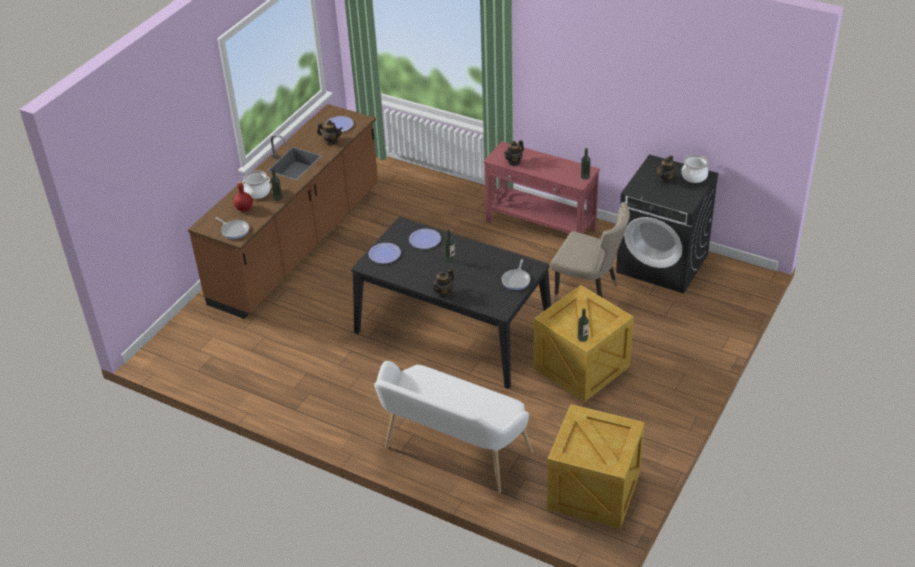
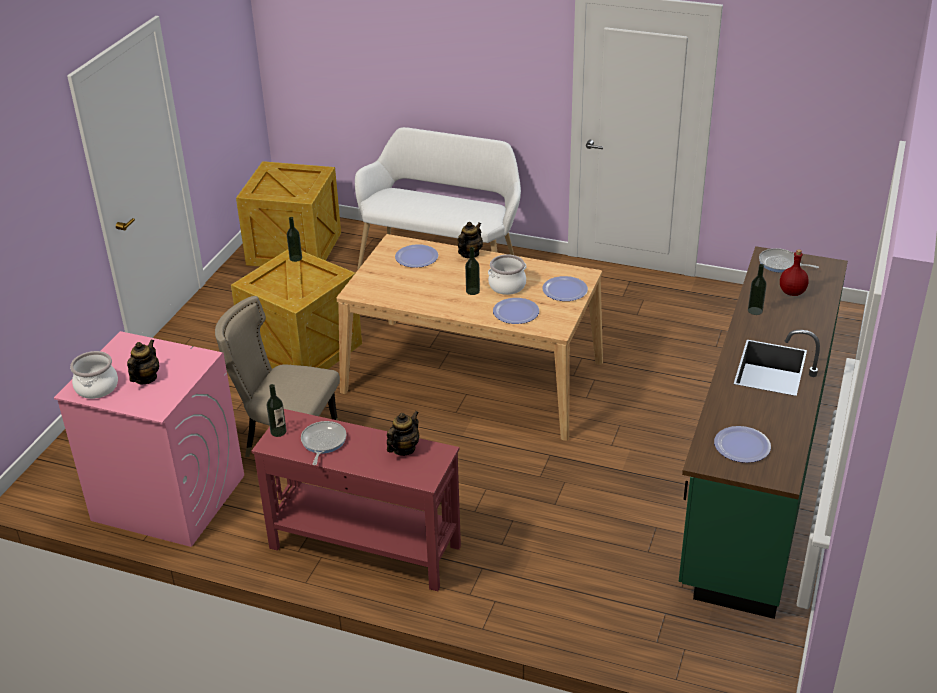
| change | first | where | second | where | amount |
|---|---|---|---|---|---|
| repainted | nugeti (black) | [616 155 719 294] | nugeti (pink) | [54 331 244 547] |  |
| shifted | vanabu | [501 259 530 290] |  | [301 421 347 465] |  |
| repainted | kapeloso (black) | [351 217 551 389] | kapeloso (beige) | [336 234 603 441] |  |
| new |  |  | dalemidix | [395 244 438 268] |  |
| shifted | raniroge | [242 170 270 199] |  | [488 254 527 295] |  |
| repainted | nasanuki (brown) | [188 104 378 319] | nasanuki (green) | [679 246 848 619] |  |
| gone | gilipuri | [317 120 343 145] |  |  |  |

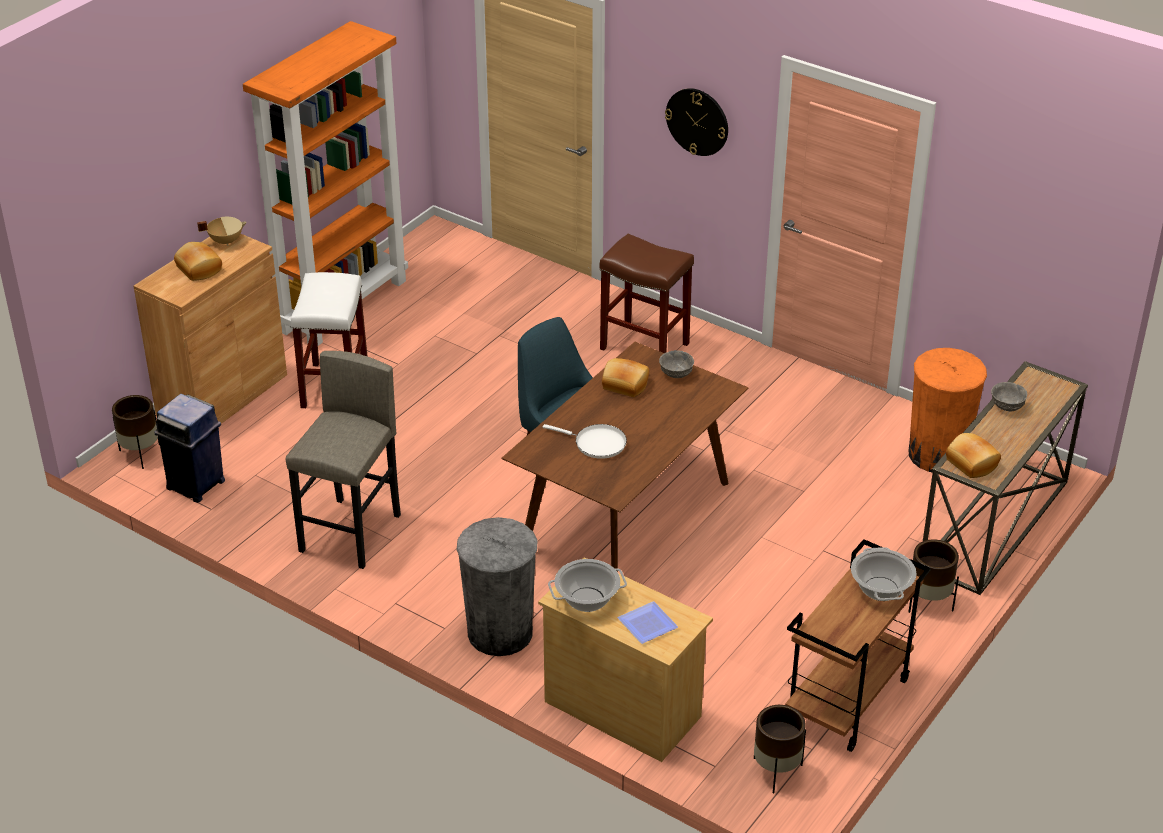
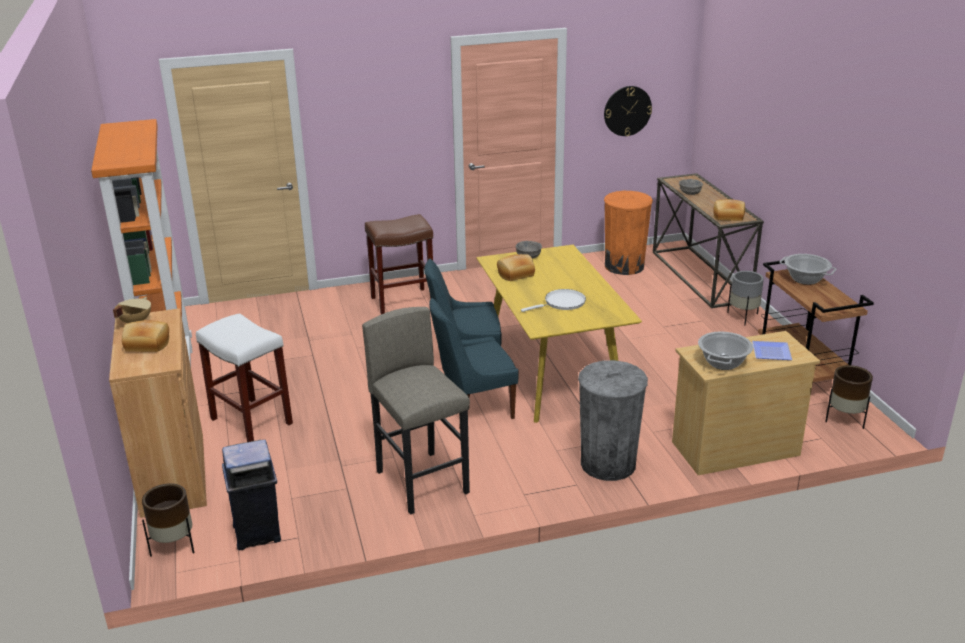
| change | first | where | second | where | amount |
|---|---|---|---|---|---|
| new |  |  | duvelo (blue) | [429 298 519 429] |  |
| repainted | kapeloso (brown) | [502 342 749 572] | kapeloso (yellow) | [476 245 642 423] |  |
| shifted | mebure | [665 88 728 156] |  | [604 86 652 136] |  |
| repainted | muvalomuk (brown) | [908 539 959 613] | muvalomuk (grey) | [727 271 764 325] |  |

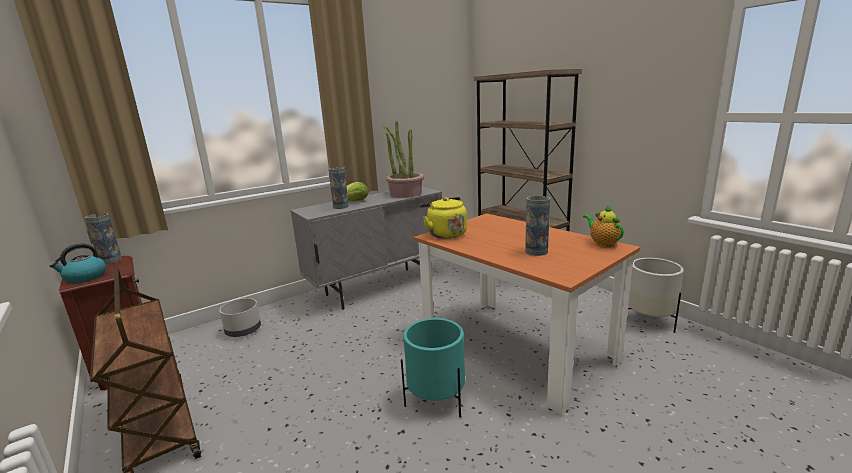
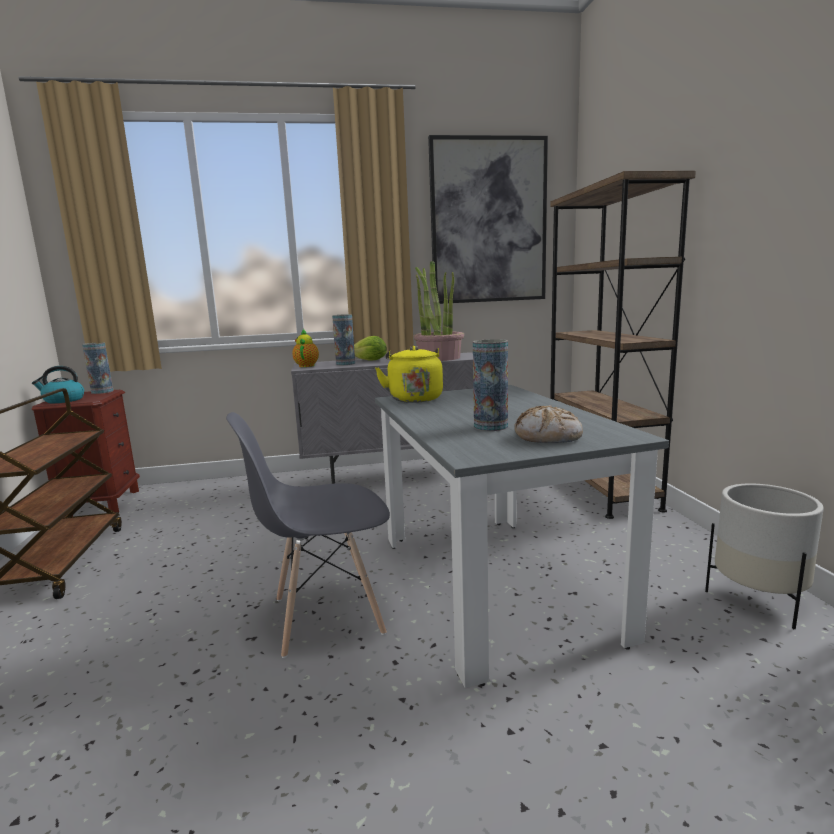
| change | first | where | second | where | amount |
|---|---|---|---|---|---|
| swapped | muvalomuk (turquoise) | [401 318 465 417] | duvelo (grey) | [226 412 390 658] |  |
| shifted | gilipuri | [583 205 624 247] |  | [292 329 319 367] |  |
| repainted | kapeloso (orange) | [414 213 640 415] | kapeloso (grey) | [375 385 669 688] |  |
| new |  |  | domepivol | [428 135 548 304] |  |
| new |  |  | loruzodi | [514 405 583 443] |  |
| gone | muvalomuk (grey) | [220 298 261 337] |  |  |  |

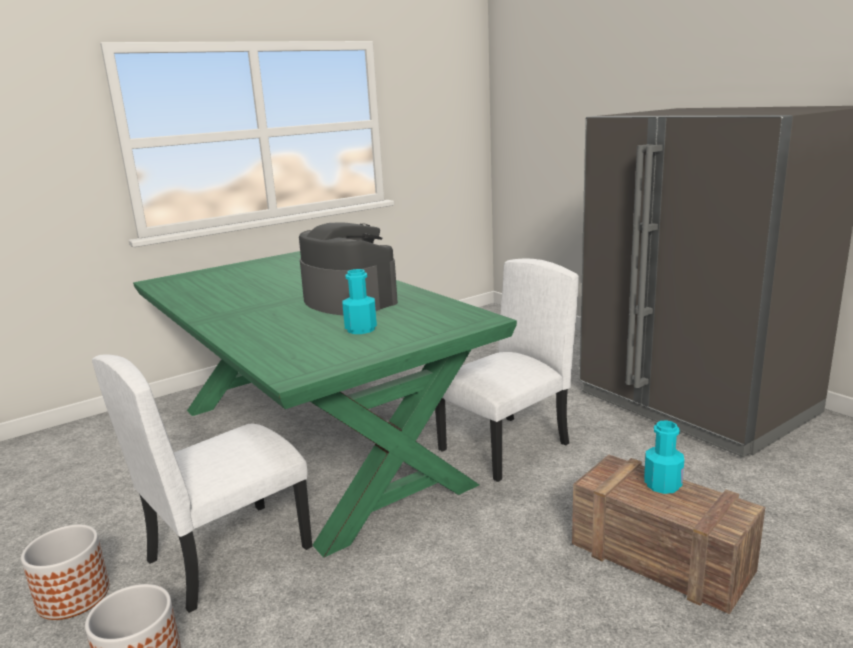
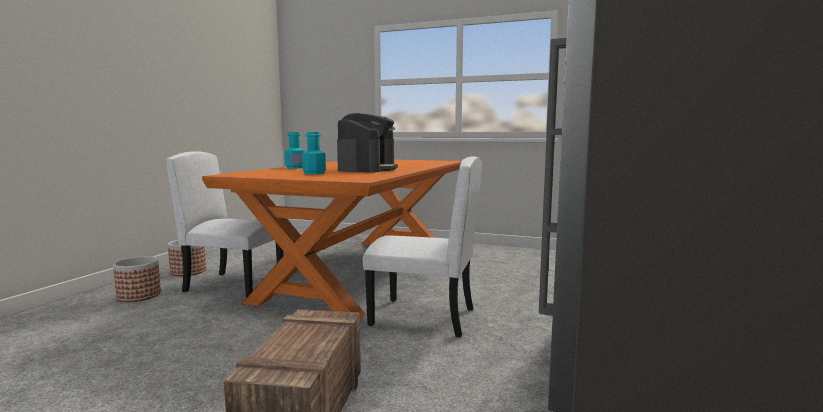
| change | first | where | second | where | amount |
|---|---|---|---|---|---|
| repainted | kapeloso (green) | [133 251 517 558] | kapeloso (orange) | [202 160 461 320] |  |
| shifted | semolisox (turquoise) | [644 420 684 494] |  | [285 132 305 169] |  |

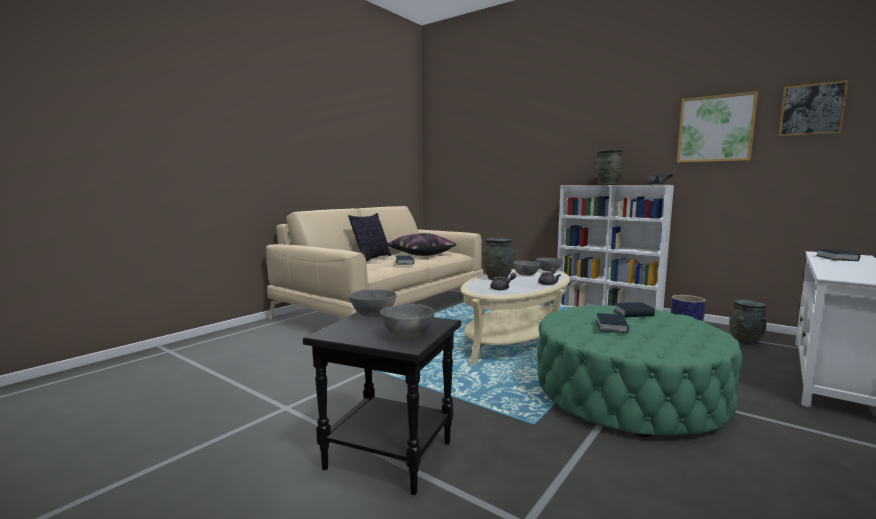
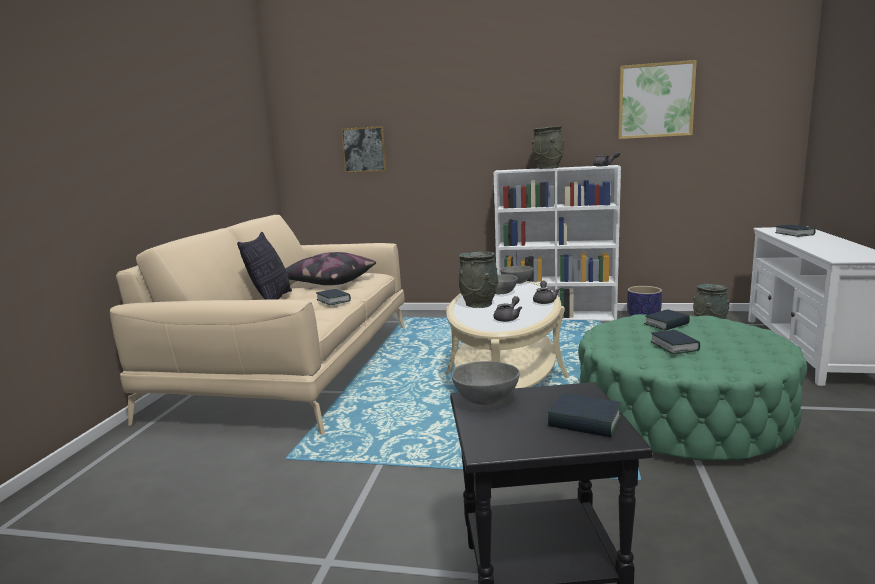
| change | first | where | second | where | amount |
|---|---|---|---|---|---|
| shifted | domepivol | [779 80 849 136] |  | [341 126 387 173] |  |
| swapped | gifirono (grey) | [380 304 435 338] | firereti | [548 393 622 438] |  |

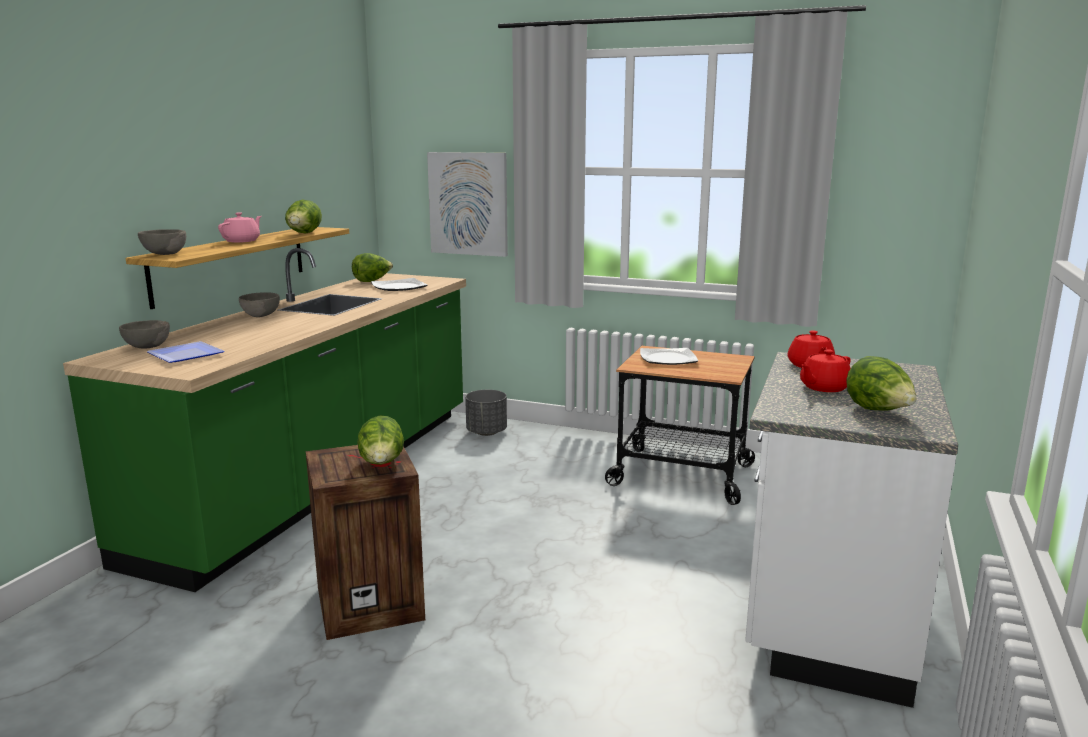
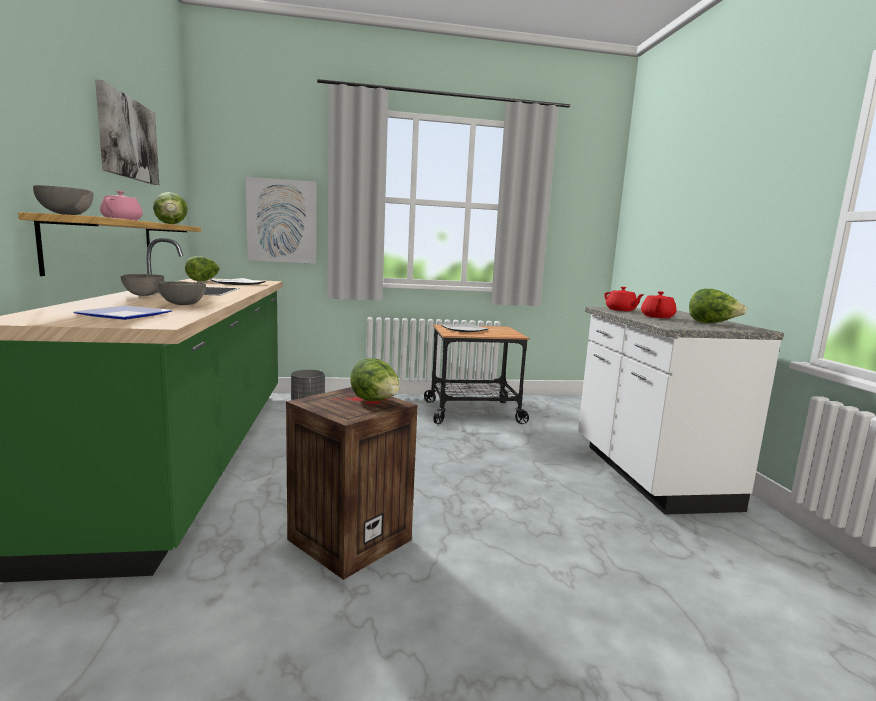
| change | first | where | second | where | amount |
|---|---|---|---|---|---|
| new |  |  | domepivol | [95 79 159 185] |  |
| shifted | gifirono (grey) | [119 320 170 349] |  | [158 281 206 305] |  |

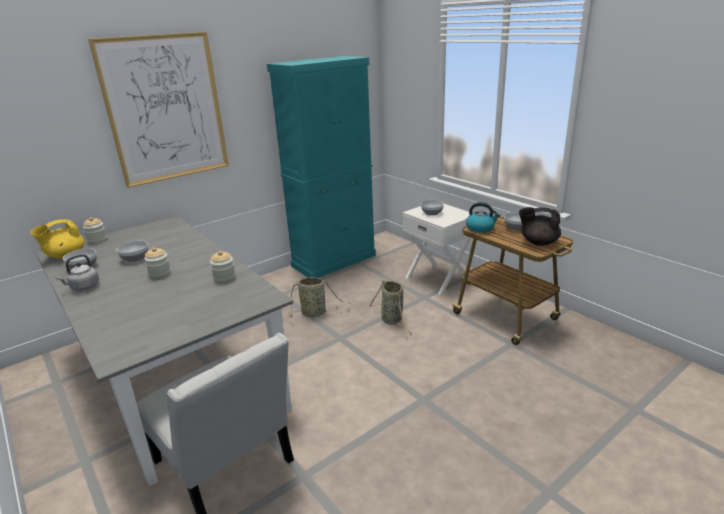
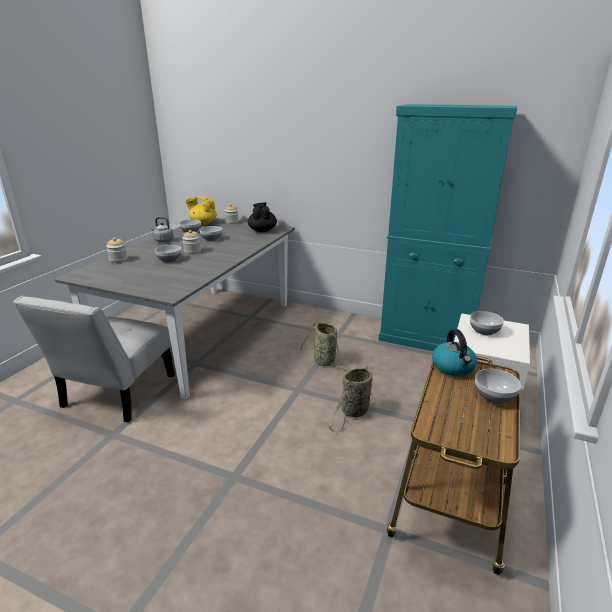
| change | first | where | second | where | amount |
|---|---|---|---|---|---|
| shifted | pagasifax | [210 251 236 283] |  | [106 237 128 263] |  |
| new |  |  | gifirono | [155 245 181 262] |  |
| shifted | gilipuri (black) | [519 207 561 246] |  | [248 202 277 232] |  |
| gone | domepivol | [88 32 229 188] |  |  |  |

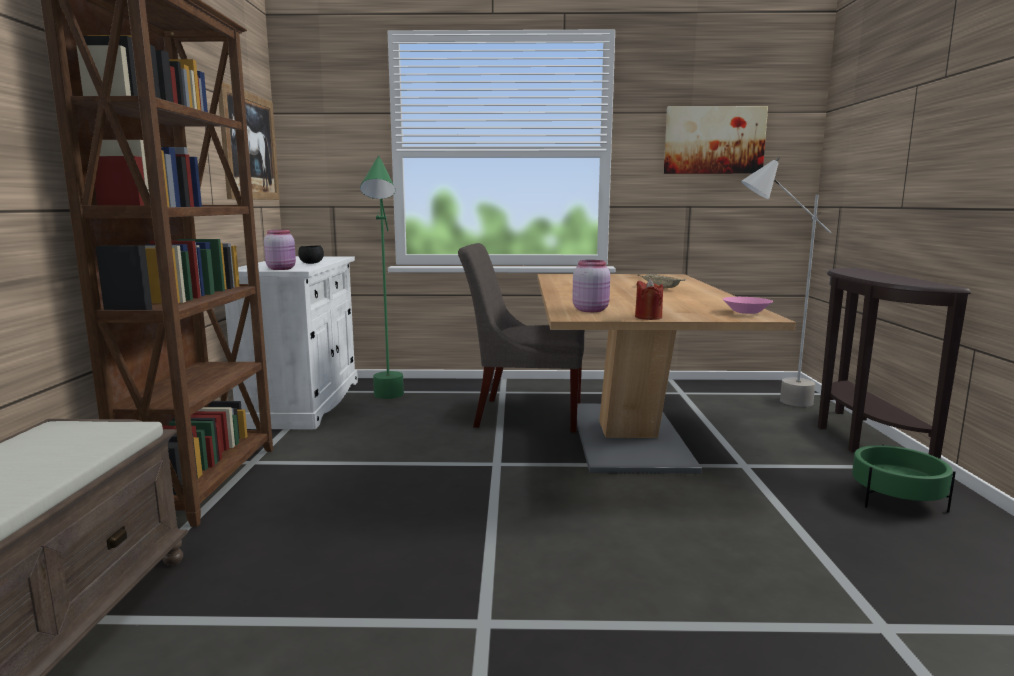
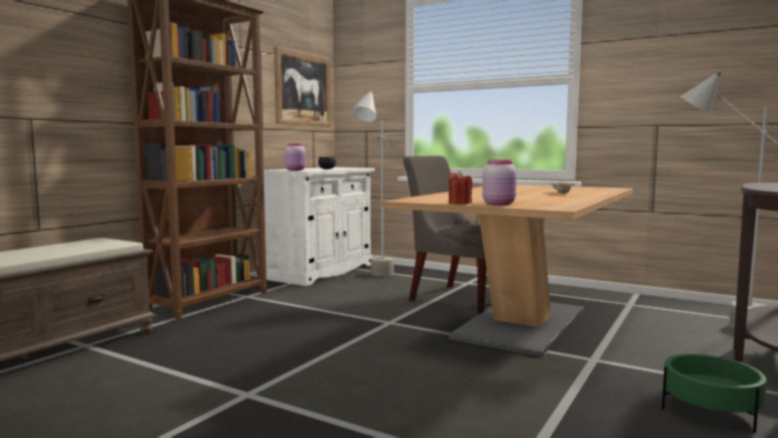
| change | first | where | second | where | amount |
|---|---|---|---|---|---|
| repainted | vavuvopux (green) | [360 156 404 399] | vavuvopux (grey) | [352 90 394 277] |  |
| shifted | pagasifax (pink) | [572 260 610 312] |  | [482 159 517 205] |  |
| gone | domepivol | [664 106 768 174] |  |  |  |
| gone | gifirono (pink) | [723 297 773 314] |  |  |  |

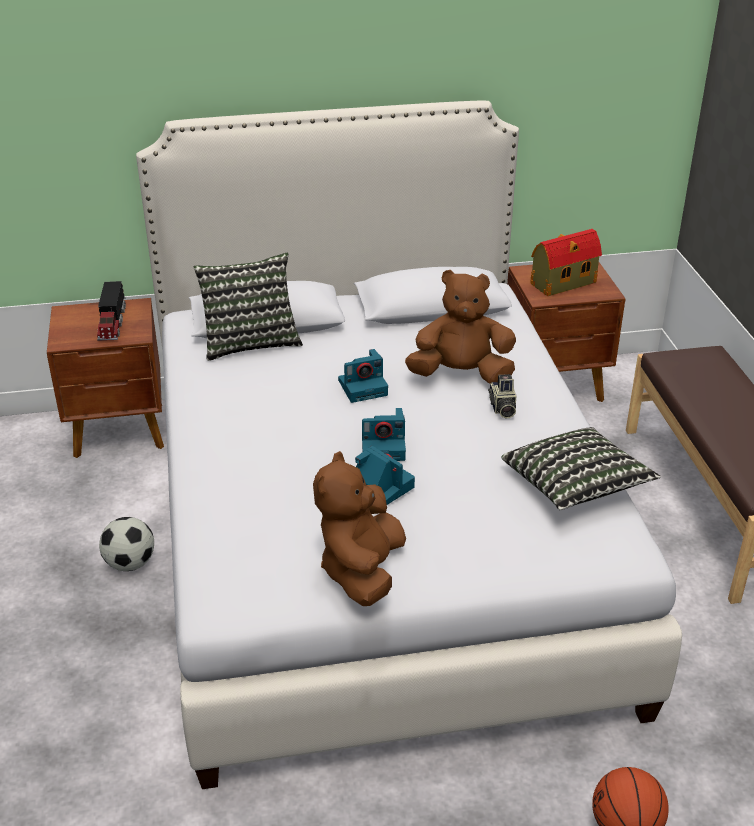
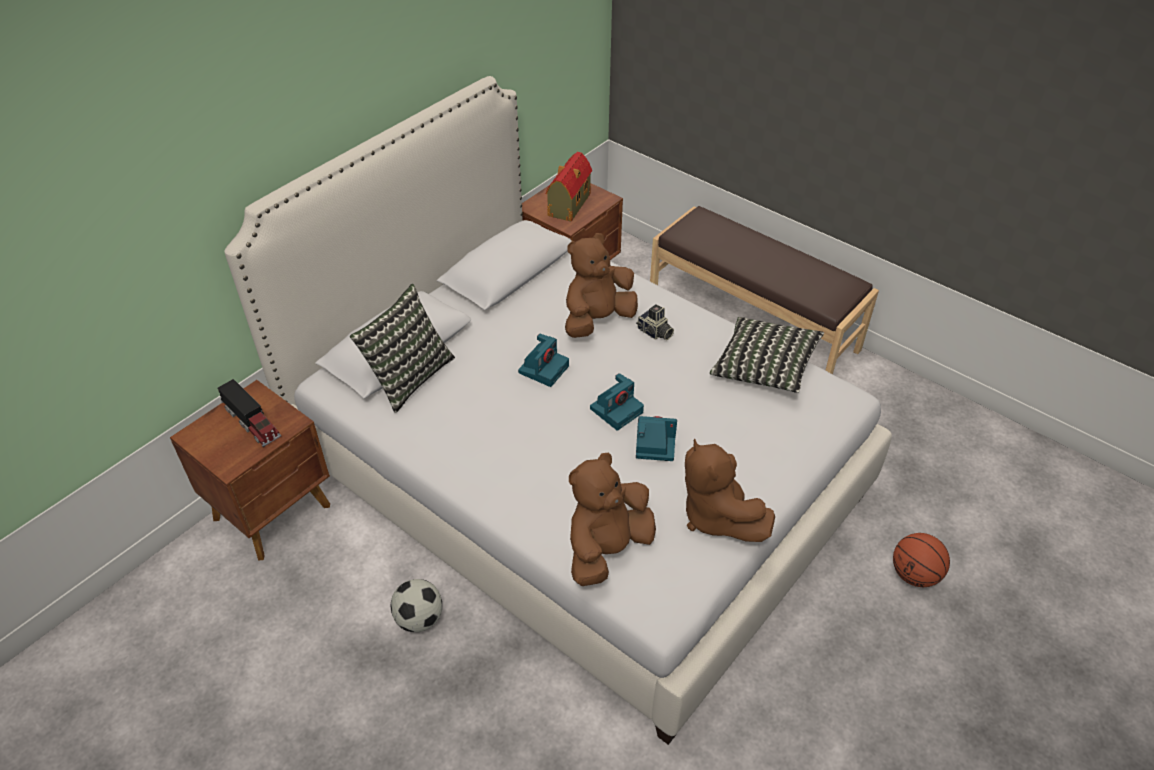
| change | first | where | second | where | amount |
|---|---|---|---|---|---|
| new |  |  | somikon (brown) | [569 453 656 586] |  |

